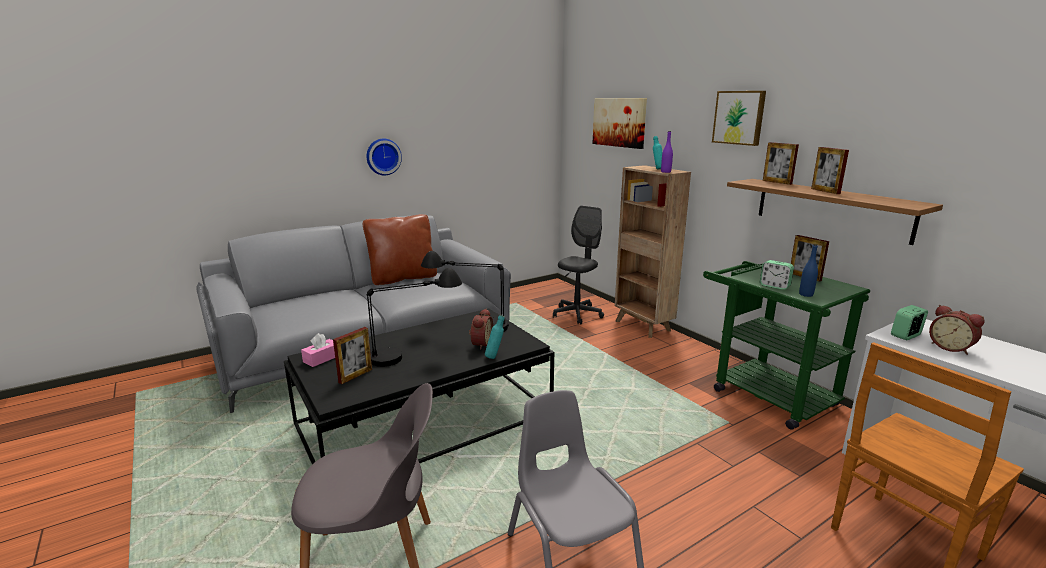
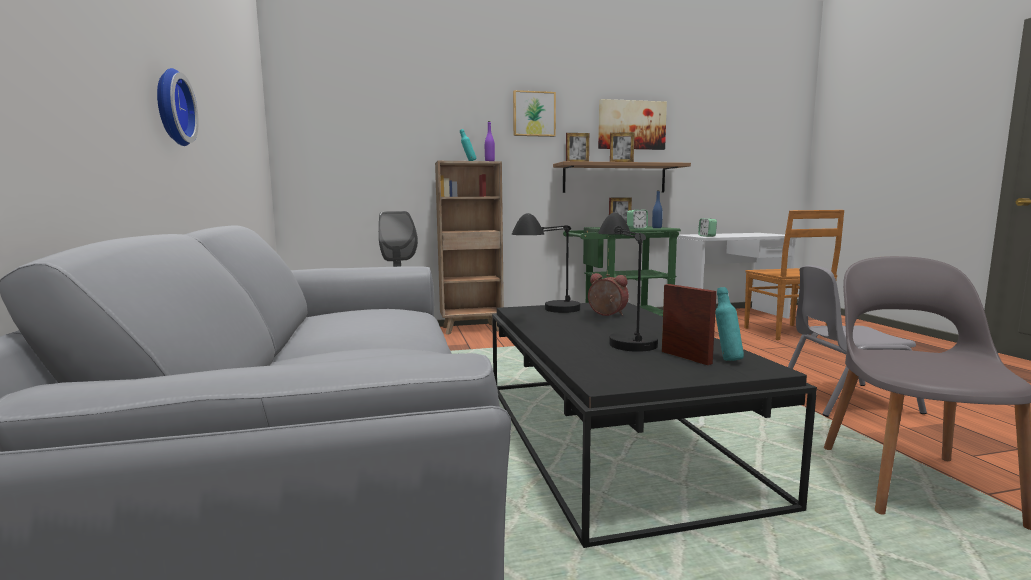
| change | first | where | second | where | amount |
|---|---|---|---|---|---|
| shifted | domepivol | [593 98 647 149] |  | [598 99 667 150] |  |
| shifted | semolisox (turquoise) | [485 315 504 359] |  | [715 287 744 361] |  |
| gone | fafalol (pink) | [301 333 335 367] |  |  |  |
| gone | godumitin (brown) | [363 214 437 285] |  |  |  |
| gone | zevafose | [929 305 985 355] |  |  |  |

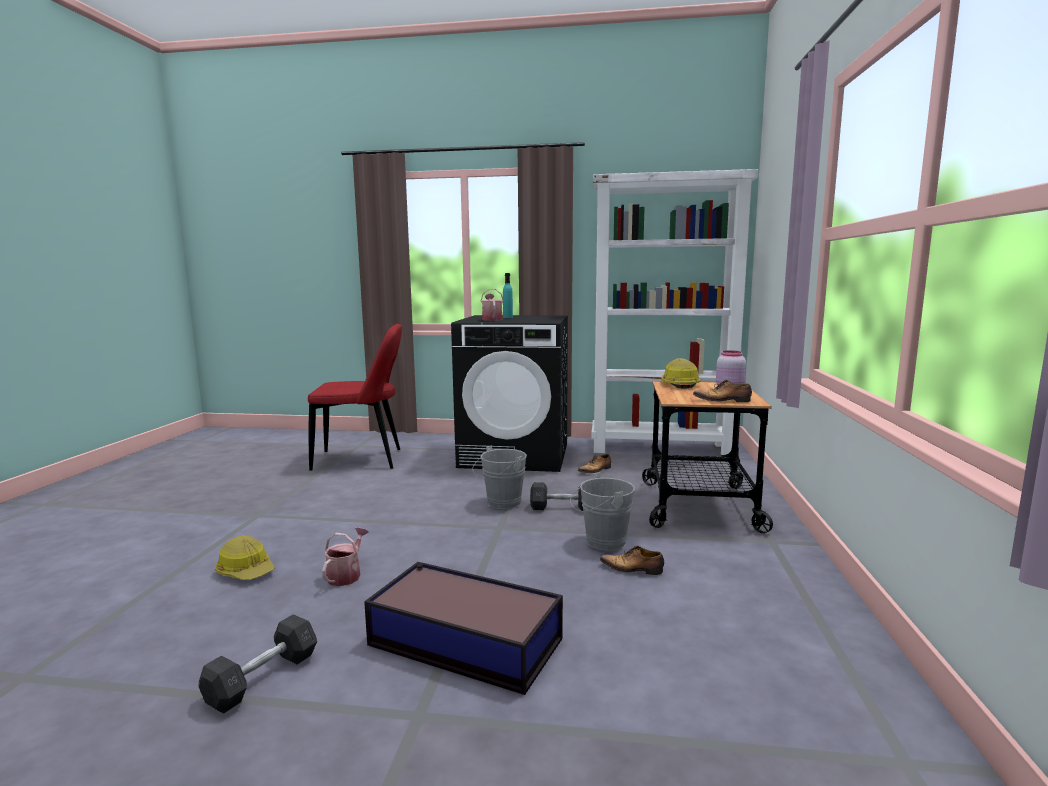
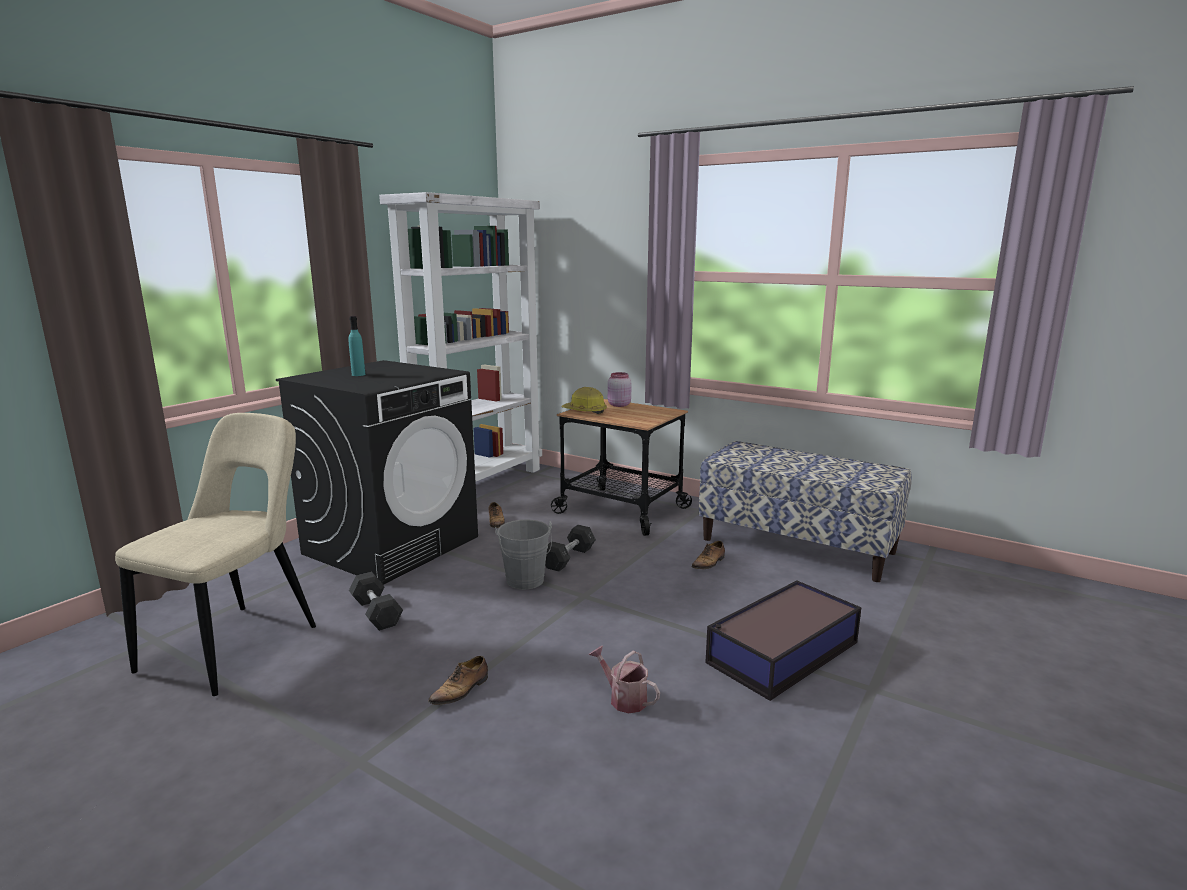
| change | first | where | second | where | amount |
|---|---|---|---|---|---|
| repainted | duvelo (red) | [308 324 402 470] | duvelo (beige) | [115 413 316 696] |  |
| shifted | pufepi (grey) | [198 614 317 714] |  | [349 572 403 631] |  |
| shifted | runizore | [693 380 752 402] |  | [428 656 488 705] |  |
| new |  |  | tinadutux | [699 441 912 582] |  |
| gone | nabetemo | [215 536 275 580] |  |  |  |
| gone | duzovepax | [481 289 504 321] |  |  |  |
| gone | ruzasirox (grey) | [570 473 635 551] |  |  |  |

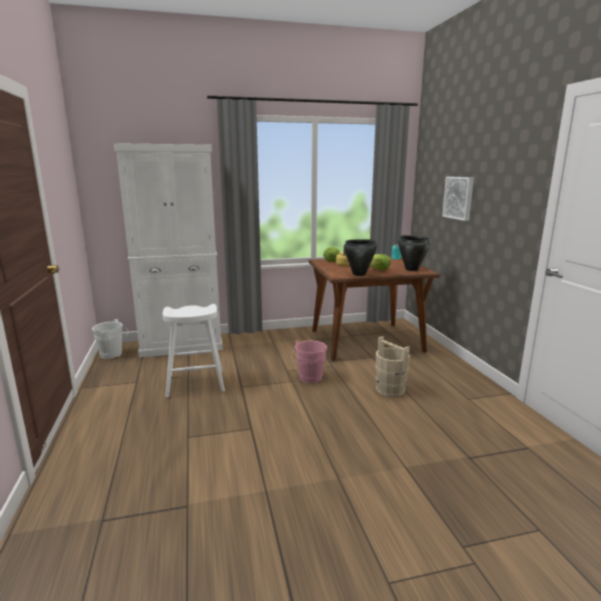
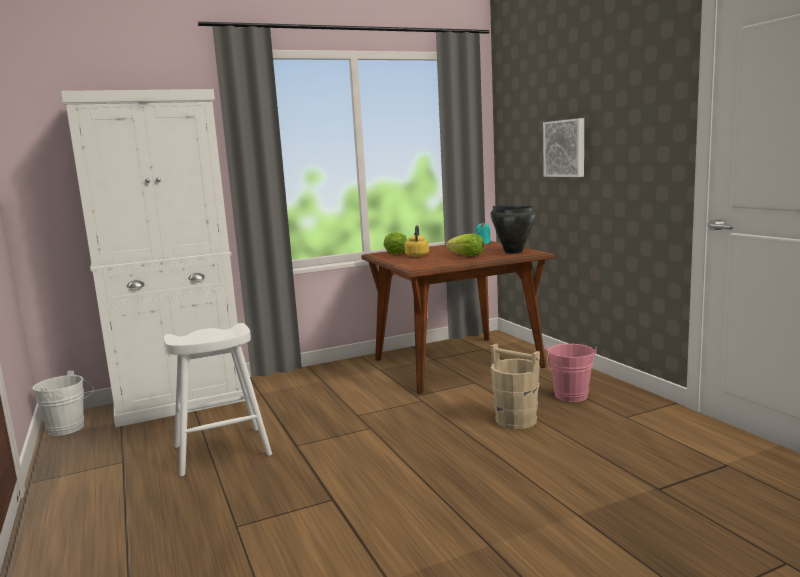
| change | first | where | second | where | amount |
|---|---|---|---|---|---|
| shifted | ruzasirox (pink) | [291 340 327 383] |  | [546 344 597 402] |  |
| gone | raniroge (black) | [344 240 377 276] |  |  |  |

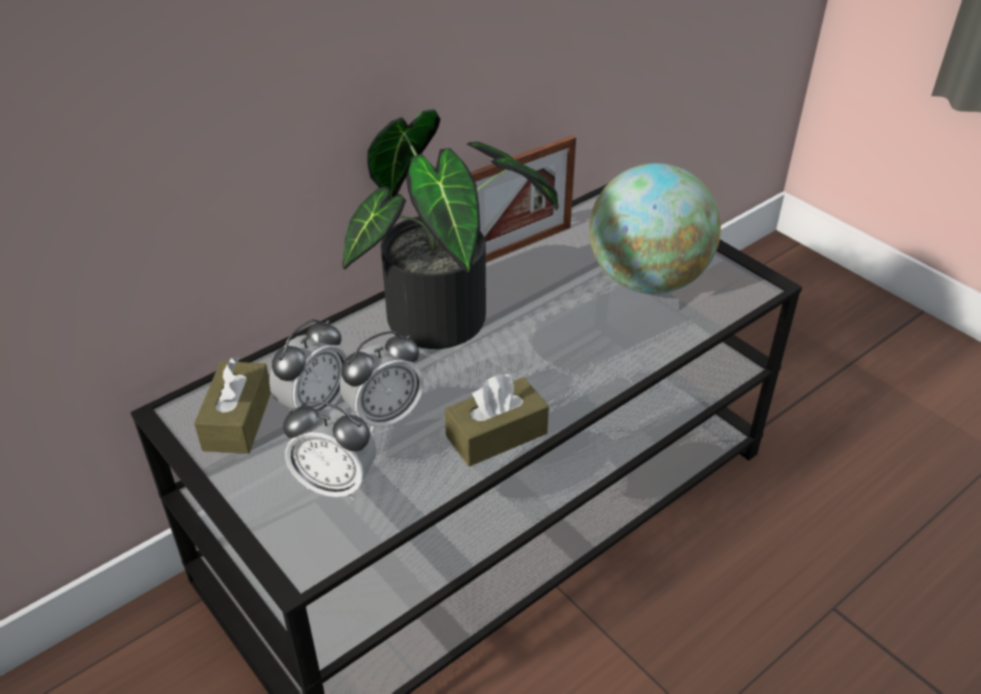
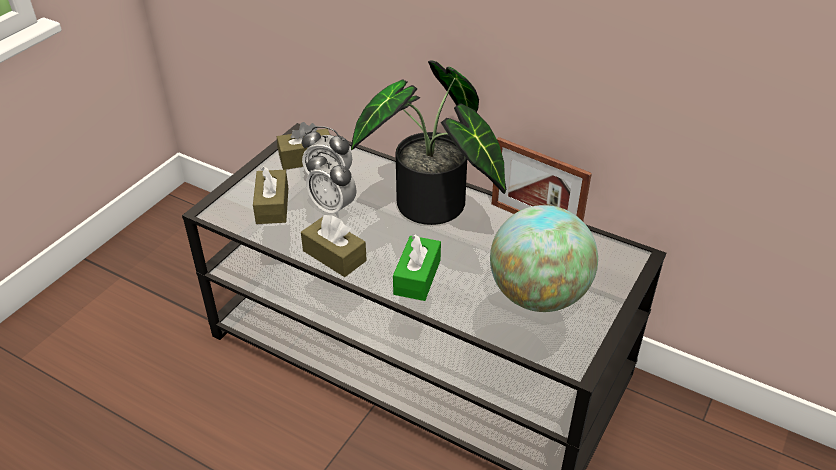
| change | first | where | second | where | amount |
|---|---|---|---|---|---|
| swapped | zevafose | [283 401 376 500] | fafalol (brown) | [253 166 288 224] |  |
| new |  |  | fafalol (green) | [393 234 441 301] |  |

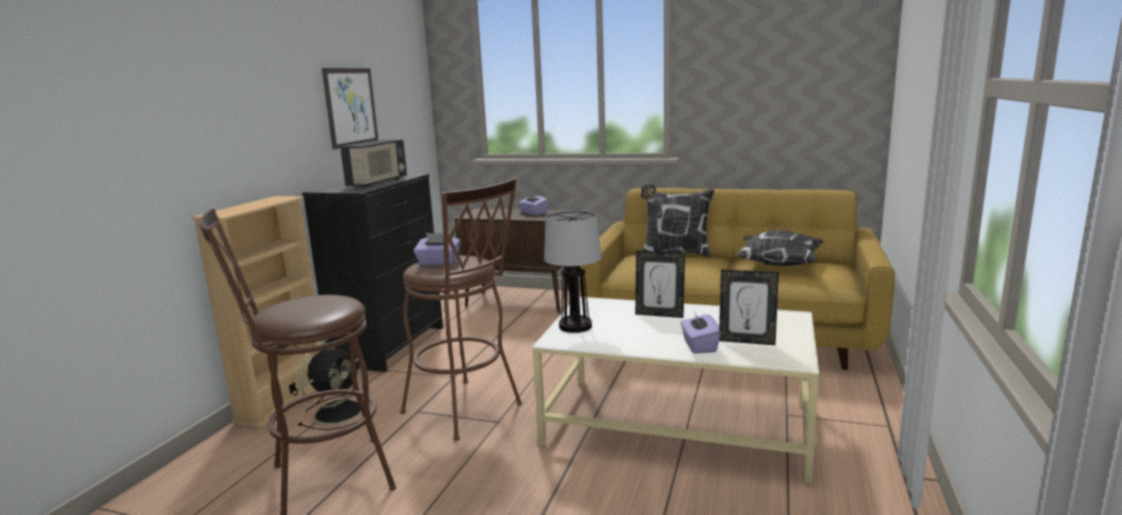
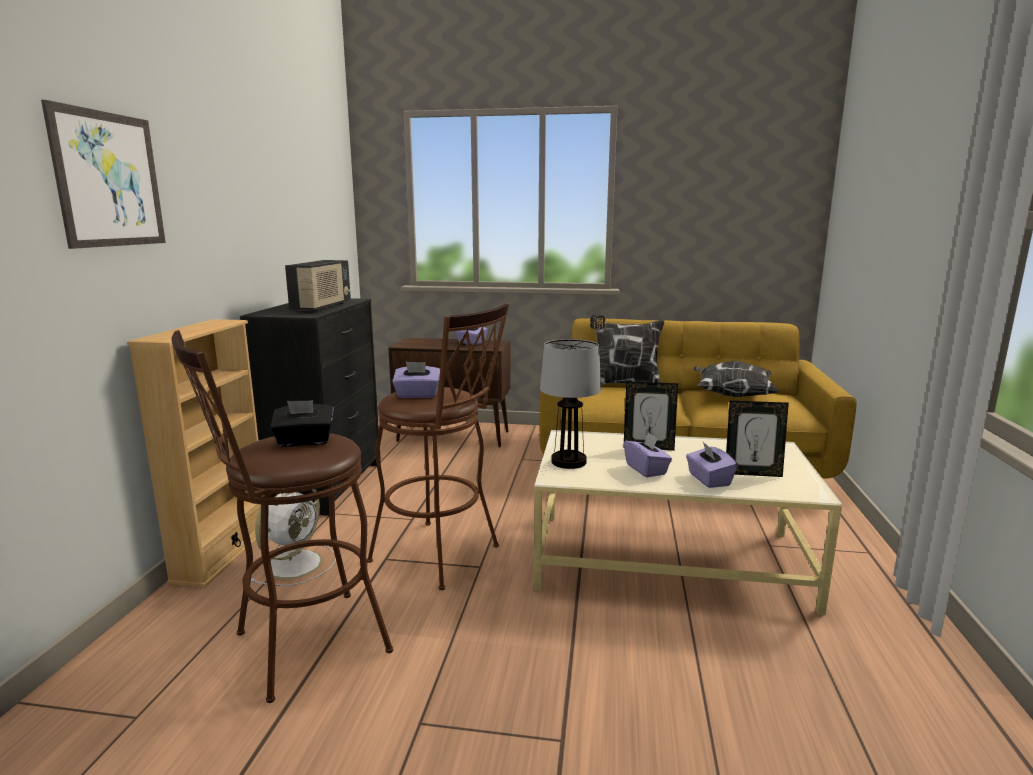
| change | first | where | second | where | amount |
|---|---|---|---|---|---|
| shifted | domepivol | [322 68 378 149] |  | [41 100 166 249] |  |
| repainted | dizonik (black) | [298 336 377 430] | dizonik (white) | [251 489 336 586] |  |
| new |  |  | fafalol (black) | [270 400 334 446] |  |
| new |  |  | fafalol (purple) | [624 432 672 477] |  |

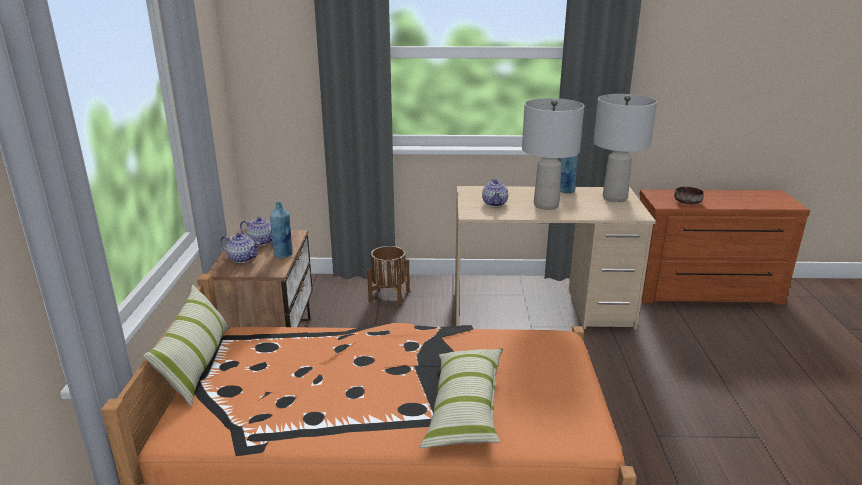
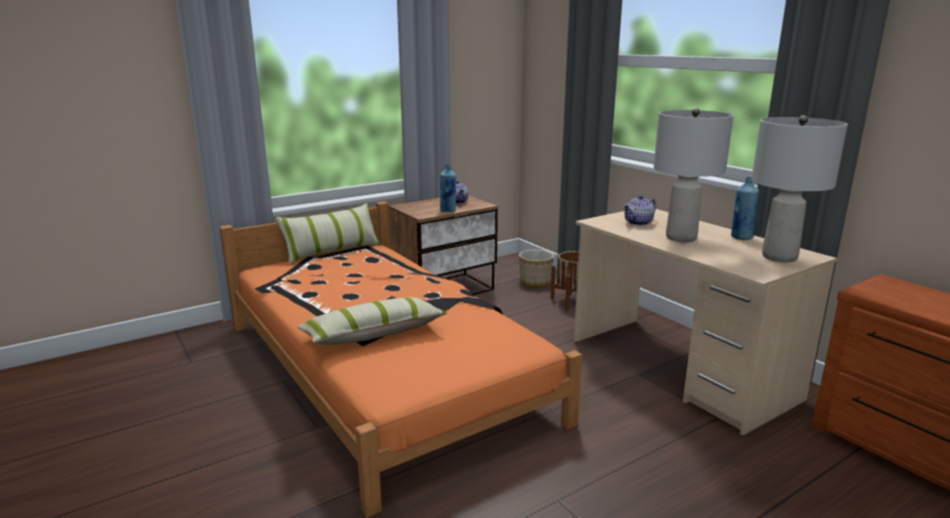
| change | first | where | second | where | amount |
|---|---|---|---|---|---|
| new |  |  | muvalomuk | [519 250 554 287] |  |
| gone | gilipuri | [220 233 260 263] |  |  |  |
| gone | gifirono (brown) | [674 186 704 205] |  |  |  |

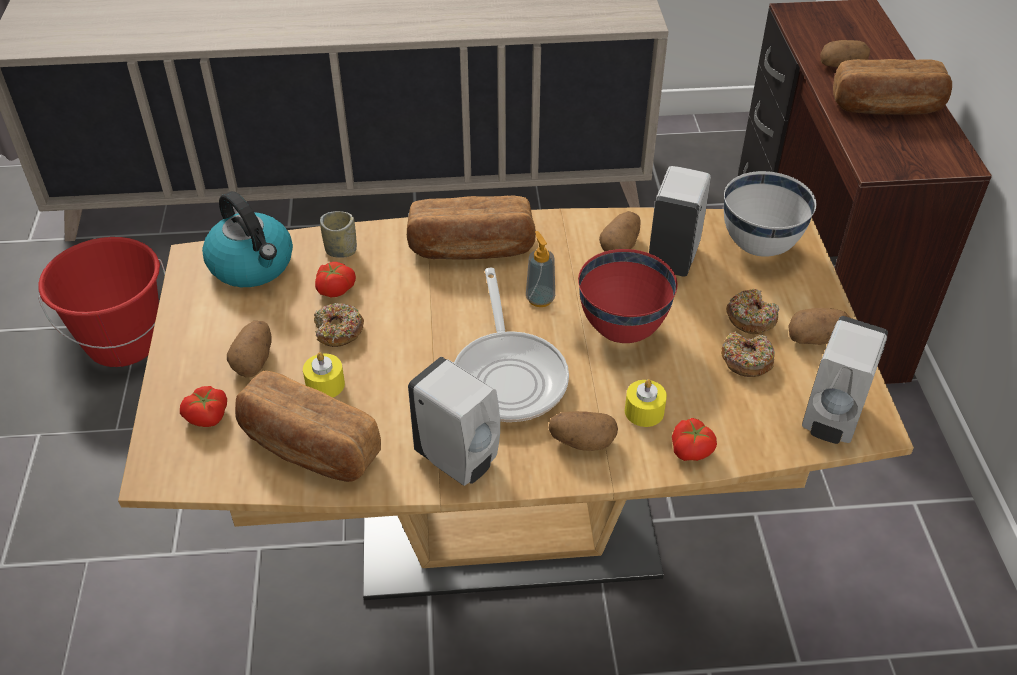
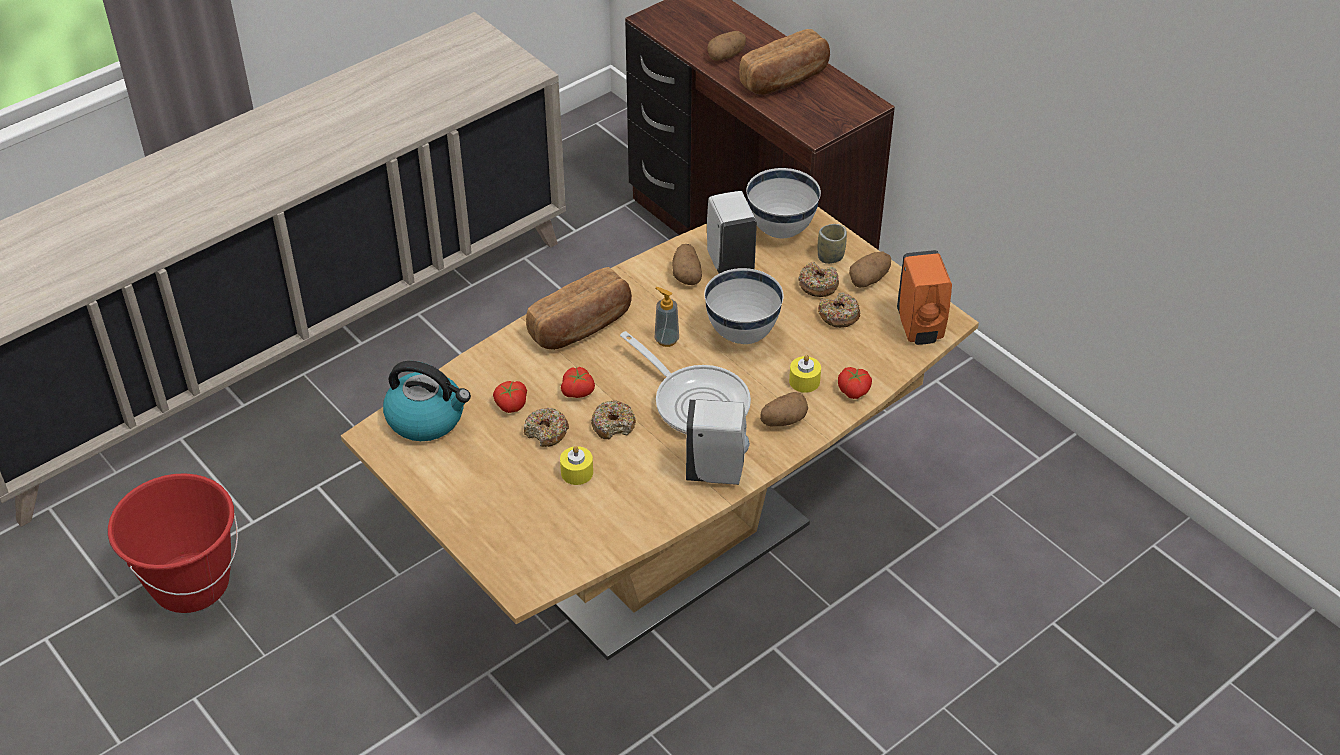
| change | first | where | second | where | amount |
|---|---|---|---|---|---|
| shifted | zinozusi | [180 386 227 427] |  | [561 367 595 398] |  |
| new |  |  | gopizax | [591 400 636 439] |  |
| repainted | gifirono (red) | [578 249 677 343] | gifirono (white) | [704 268 784 344] |  |
| shifted | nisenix | [320 211 357 258] |  | [818 224 847 264] |  |
| repainted | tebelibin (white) | [802 316 888 444] | tebelibin (orange) | [897 250 952 345] |  |
| gone | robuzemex | [227 321 272 377] |  |  |  |
| gone | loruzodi | [235 371 381 482] |  |  |  |

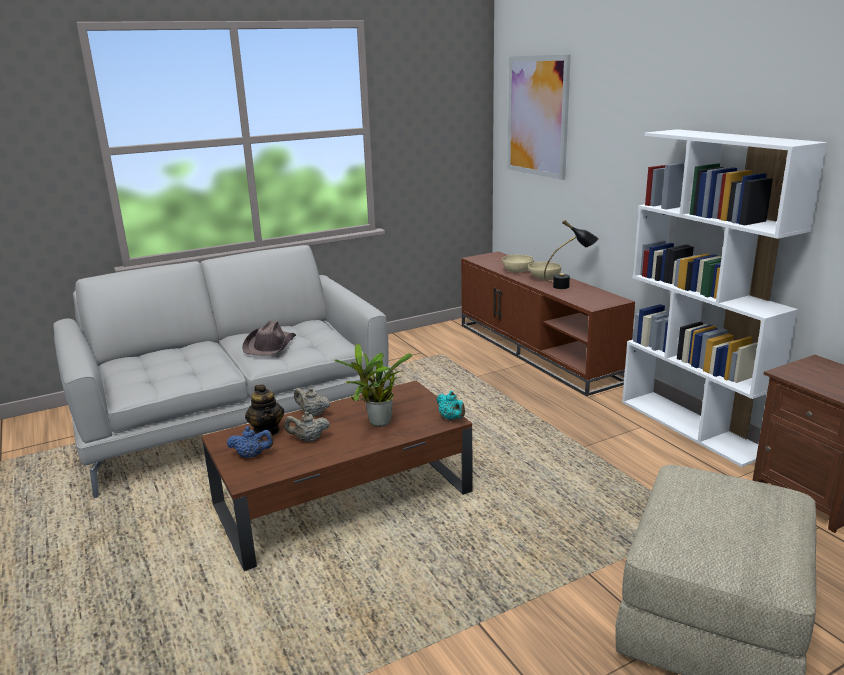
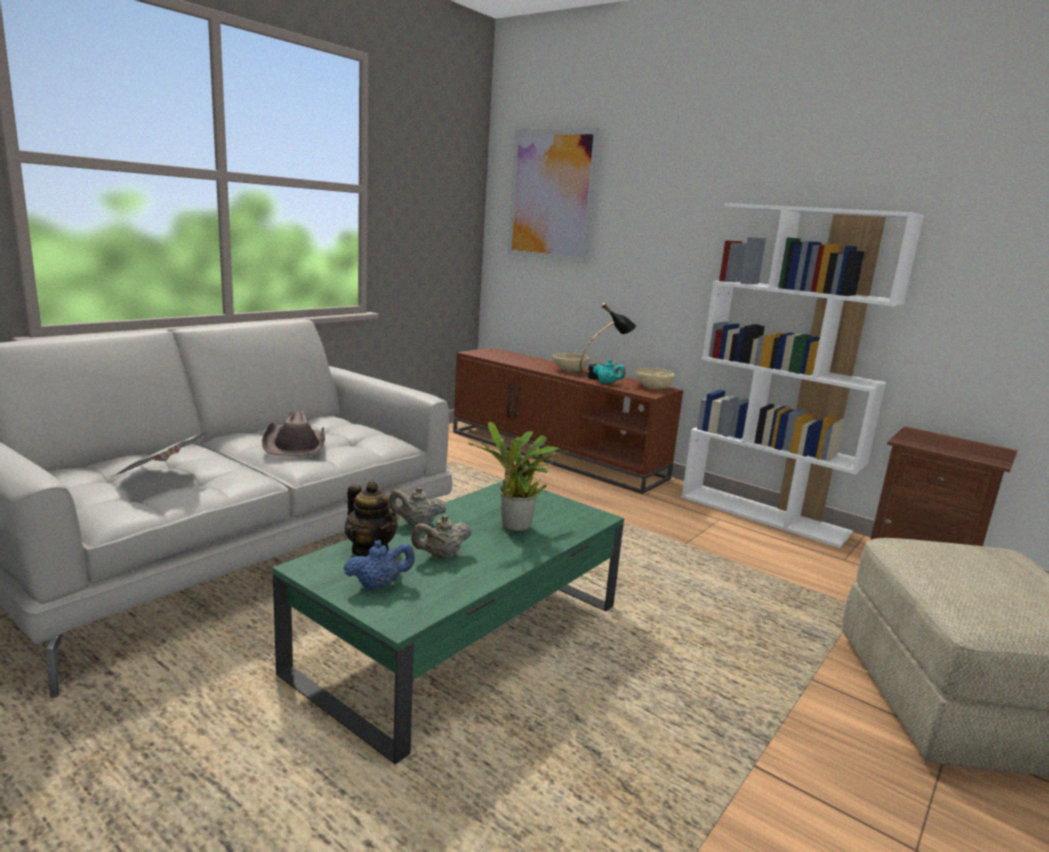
| change | first | where | second | where | amount |
|---|---|---|---|---|---|
| new |  |  | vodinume | [114 432 207 476] |  |
| repainted | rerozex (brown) | [201 381 473 571] | rerozex (green) | [272 481 624 765] |  |
| shifted | gilipuri (turquoise) | [436 391 465 420] |  | [593 359 625 384] |  |
| shifted | gifirono (beige) | [502 255 534 273] |  | [636 368 675 389] |  |

